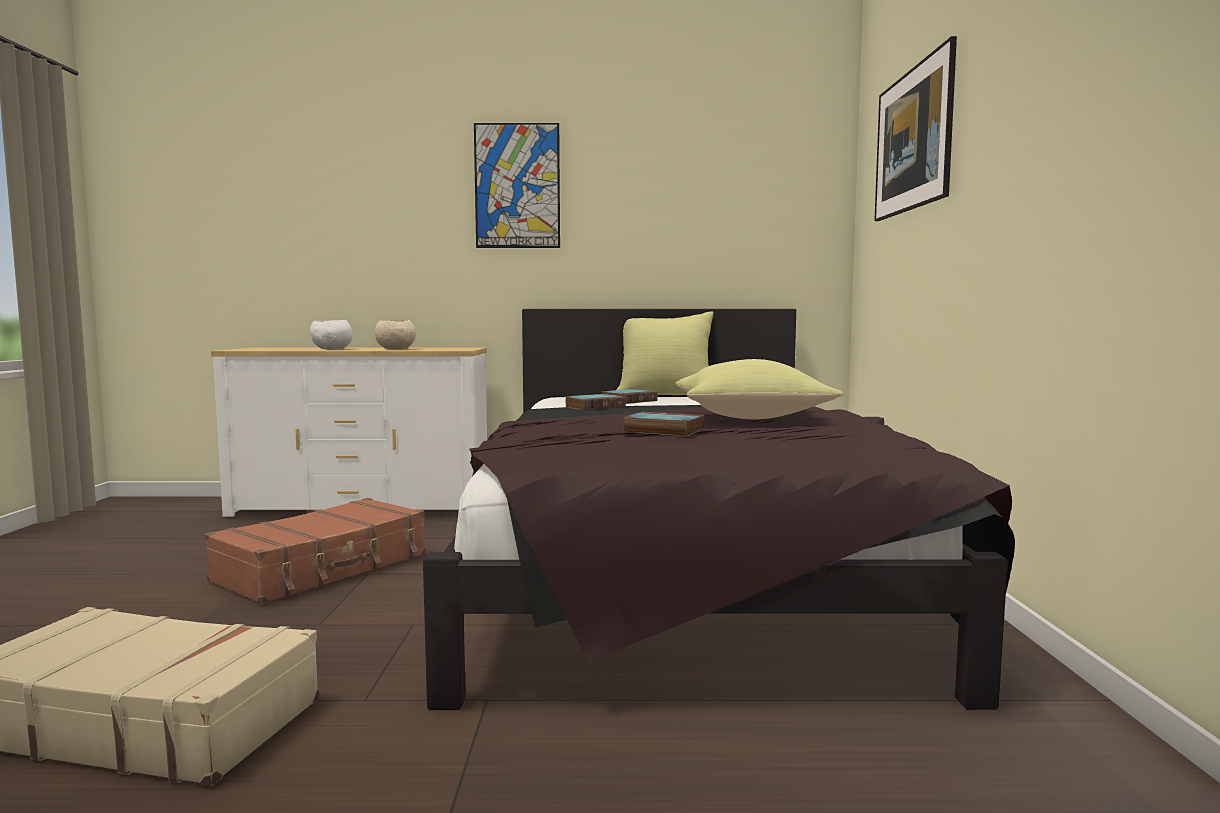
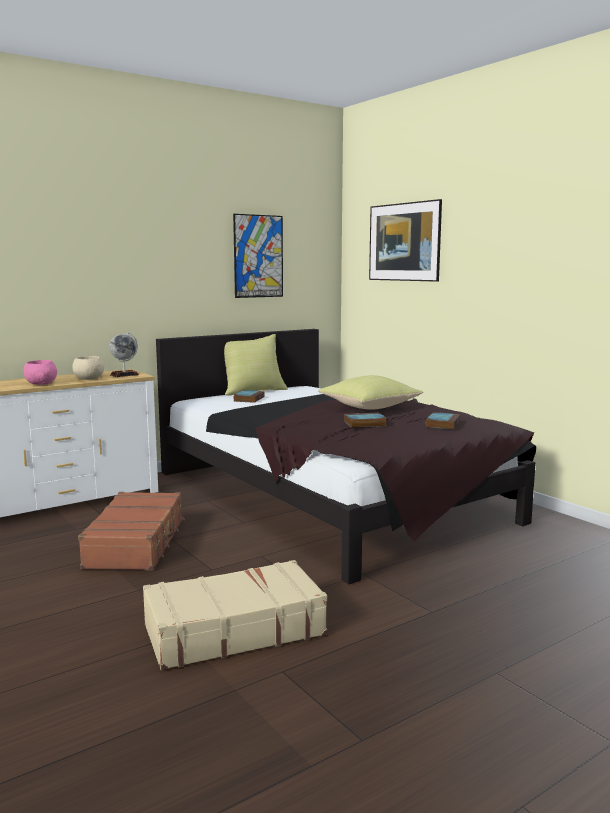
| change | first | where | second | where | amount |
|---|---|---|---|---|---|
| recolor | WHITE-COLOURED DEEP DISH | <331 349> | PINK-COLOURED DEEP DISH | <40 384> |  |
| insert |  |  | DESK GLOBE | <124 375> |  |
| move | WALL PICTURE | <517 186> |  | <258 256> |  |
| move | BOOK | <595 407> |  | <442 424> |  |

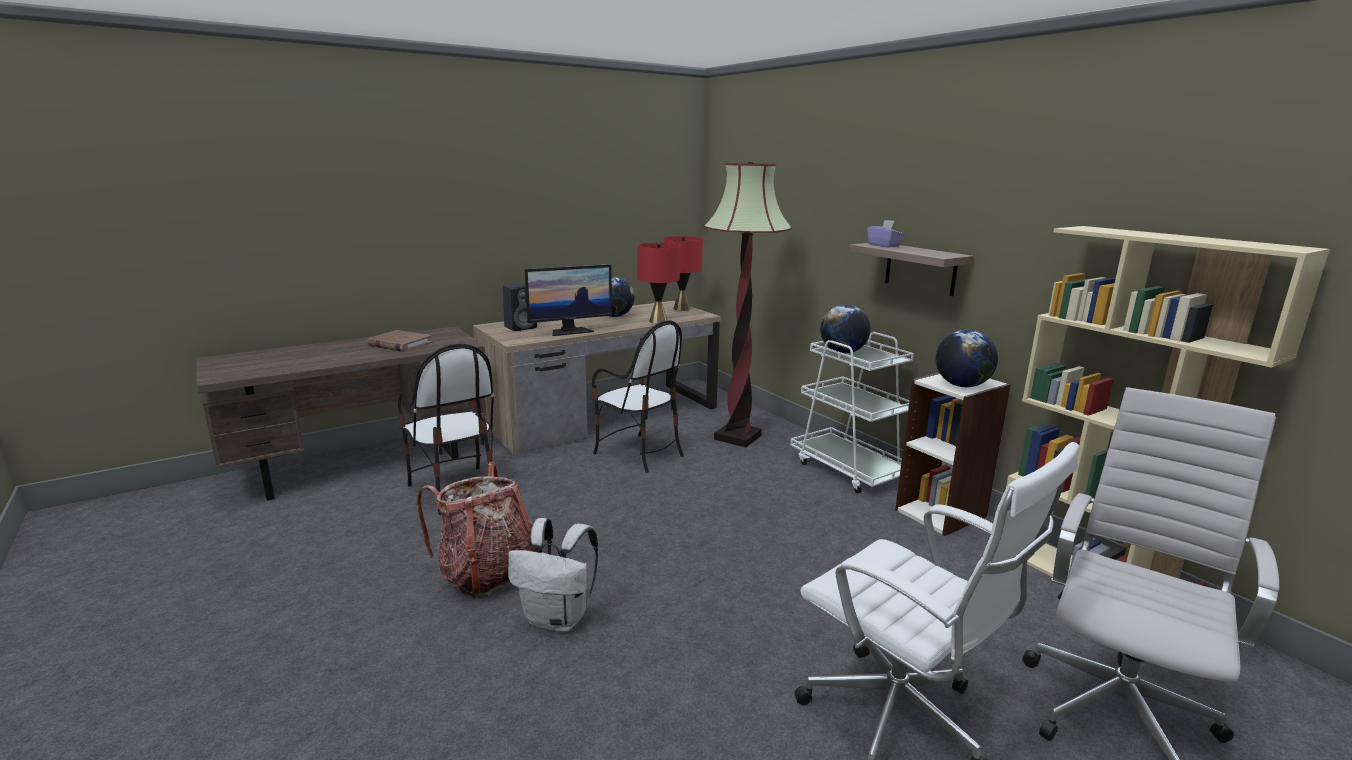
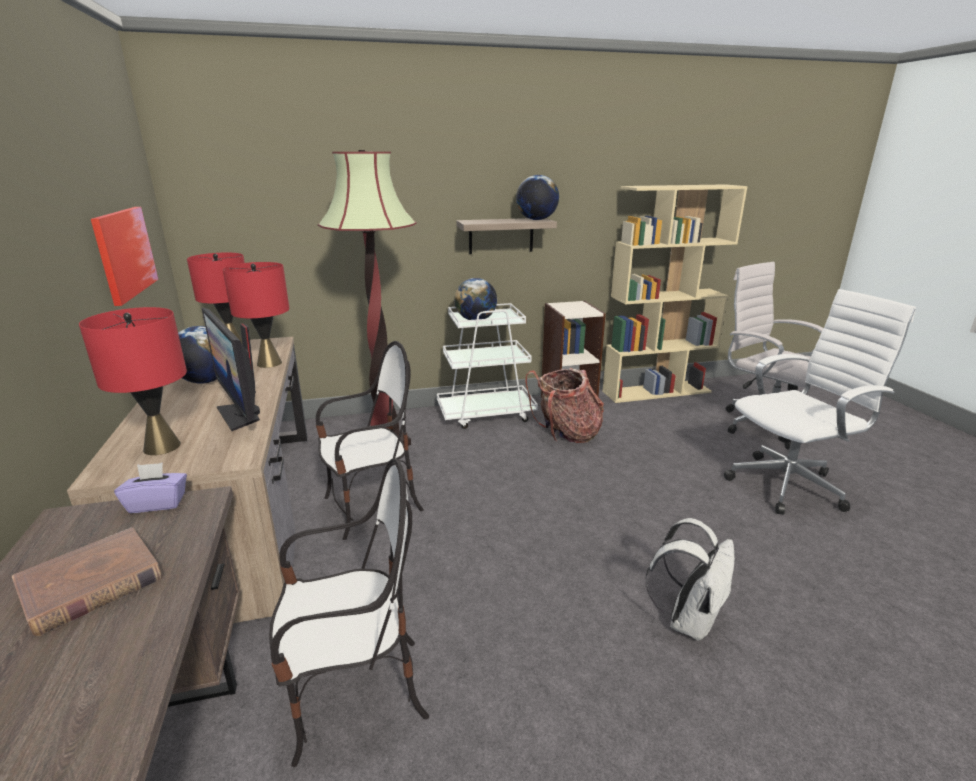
| change | first | where | second | where | amount |
|---|---|---|---|---|---|
| replace | BLACKISH AUDIO SPEAKER | <521 327> | RED-COLOURED TABLETOP LAMP | <161 447> |  |
| insert |  |  | WALL PICTURE | <125 253> |  |
| move | PURPLE-COLOURED TISSUE BOX | <884 245> |  | <158 503> |  |
| rotate | COMPUTER DISPLAY | <570 331> |  | <241 415> | 150 degrees clockwise |
| move | DESK GLOBE | <961 385> |  | <536 220> |  |
| move | RUCKSACK | <487 574> |  | <566 434> |  |

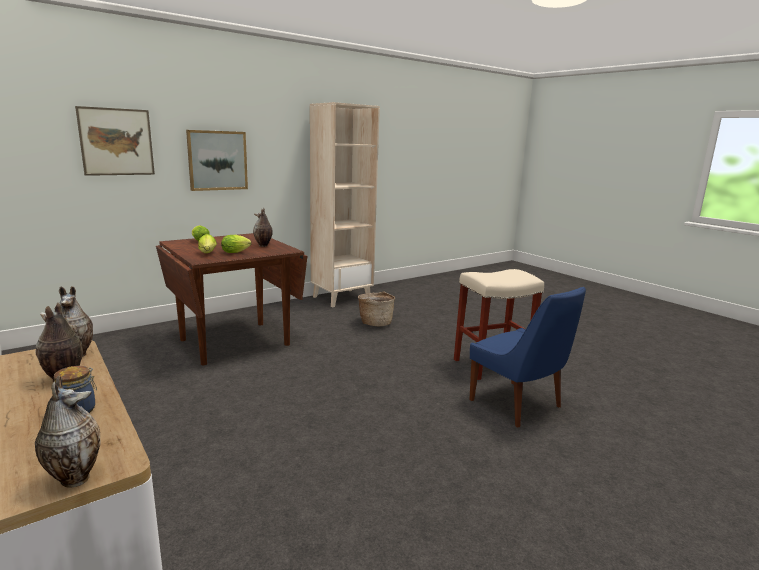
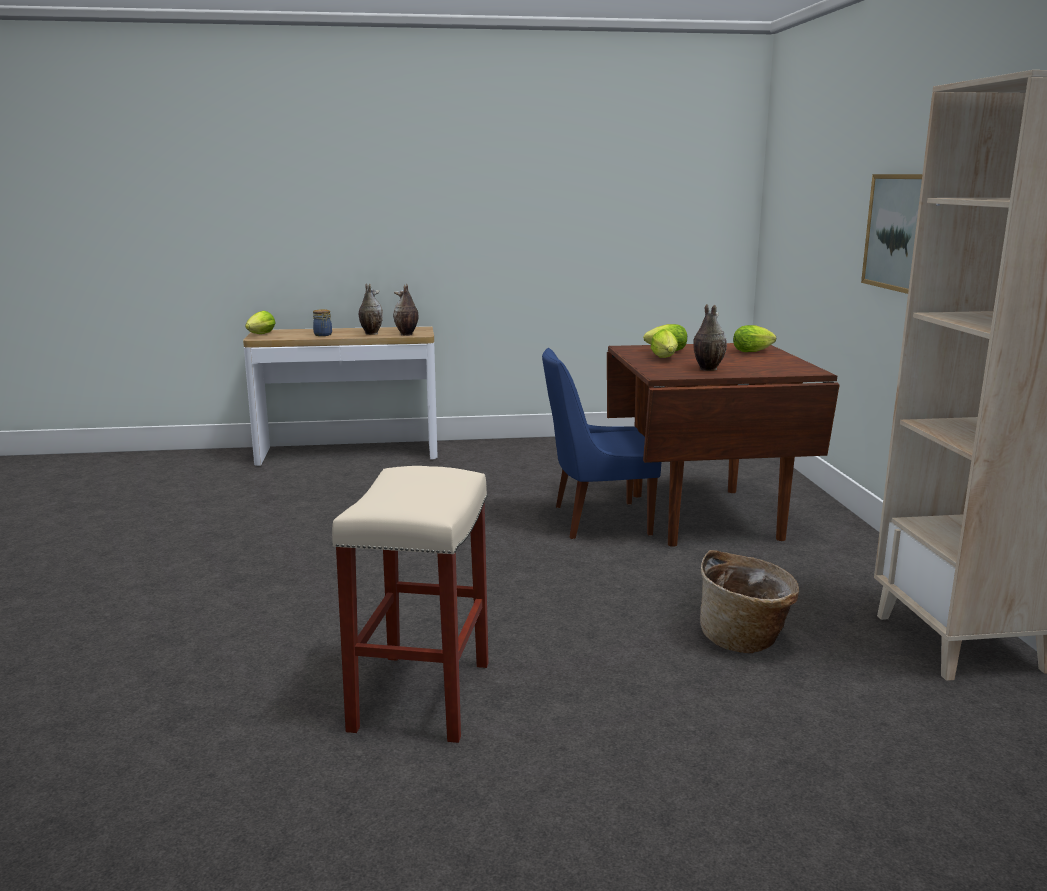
| change | first | where | second | where | amount |
|---|---|---|---|---|---|
| replace | DECORATIVE VASE | <74 477> | LETTUCE HEAD | <260 335> |  |
| move | BLUE UPRIGHT CHAIR | <518 405> |  | <597 520> |  |
| delete | WALL PICTURE | <116 142> |  |  |  |

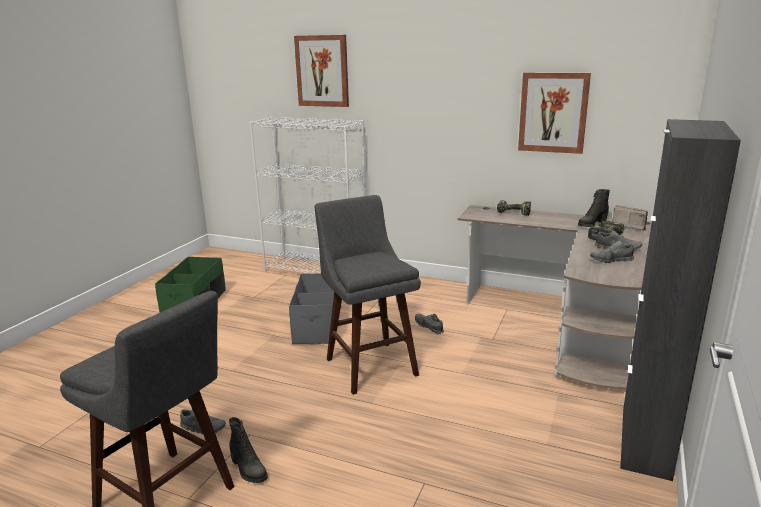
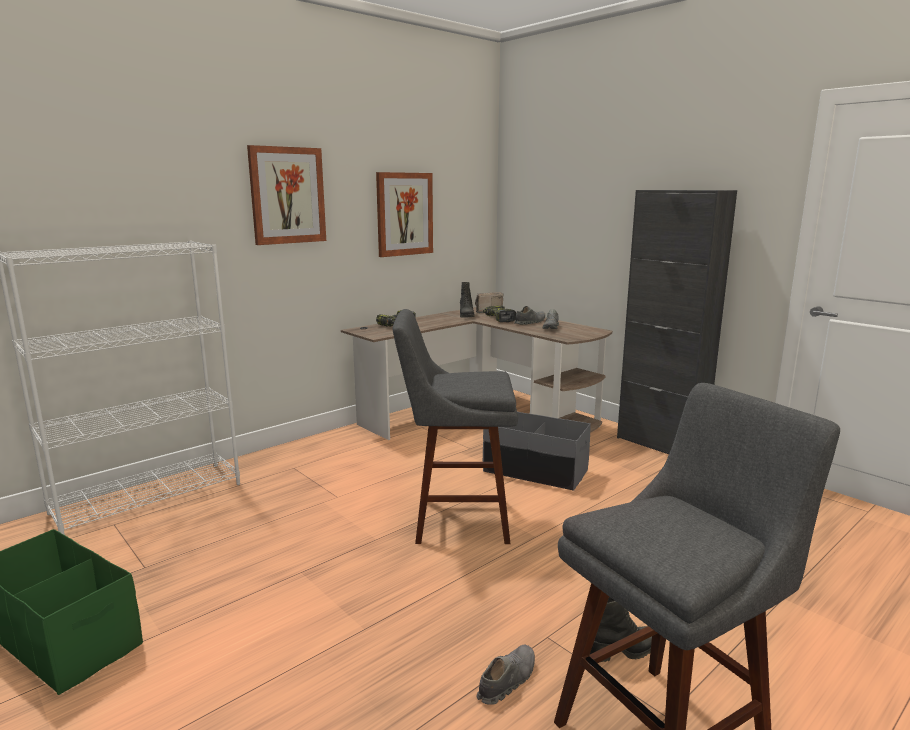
| change | first | where | second | where | amount |
|---|---|---|---|---|---|
| move | WALL PICTURE | <322 71> |  | <287 195> |  |
| move | GRAY STORAGE BIN | <317 325> |  | <535 471> |  |
| delete | GRAY LOW SHOE | <429 327> |  |  |  |

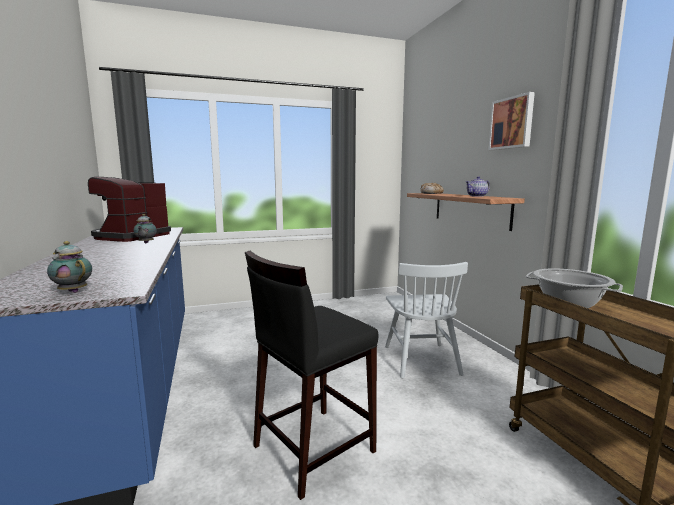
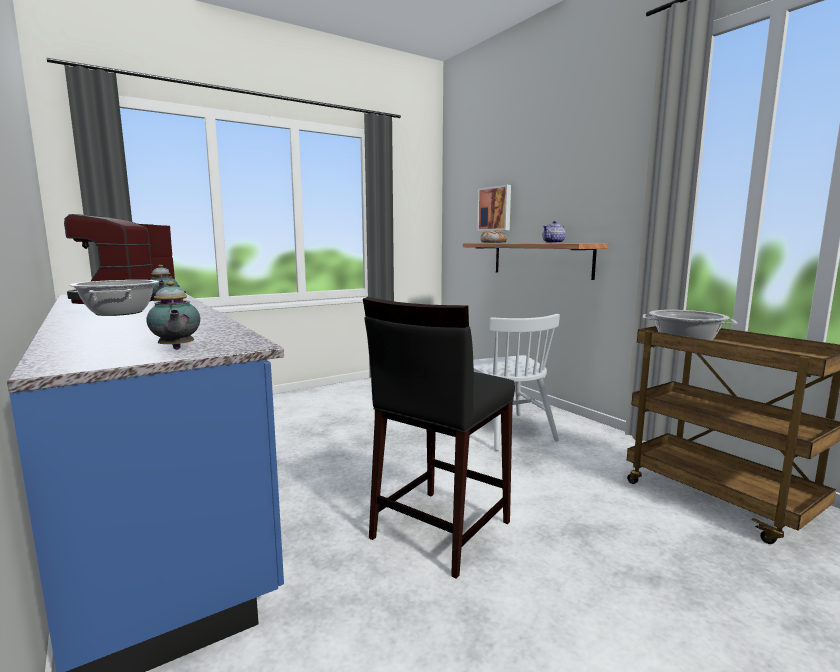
| change | first | where | second | where | amount |
|---|---|---|---|---|---|
| insert |  |  | SAUCEPOT | <119 312> |  |
| rotate | TEA POT | <72 291> |  | <176 349> | 135 degrees counterclockwise |
| move | WALL PICTURE | <512 123> |  | <495 209> |  |

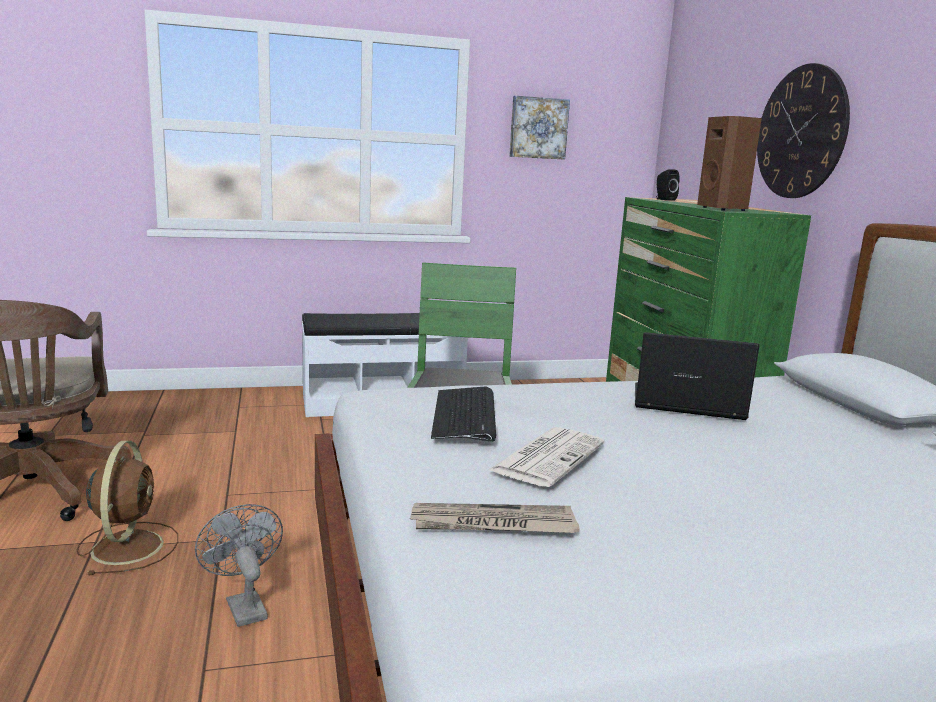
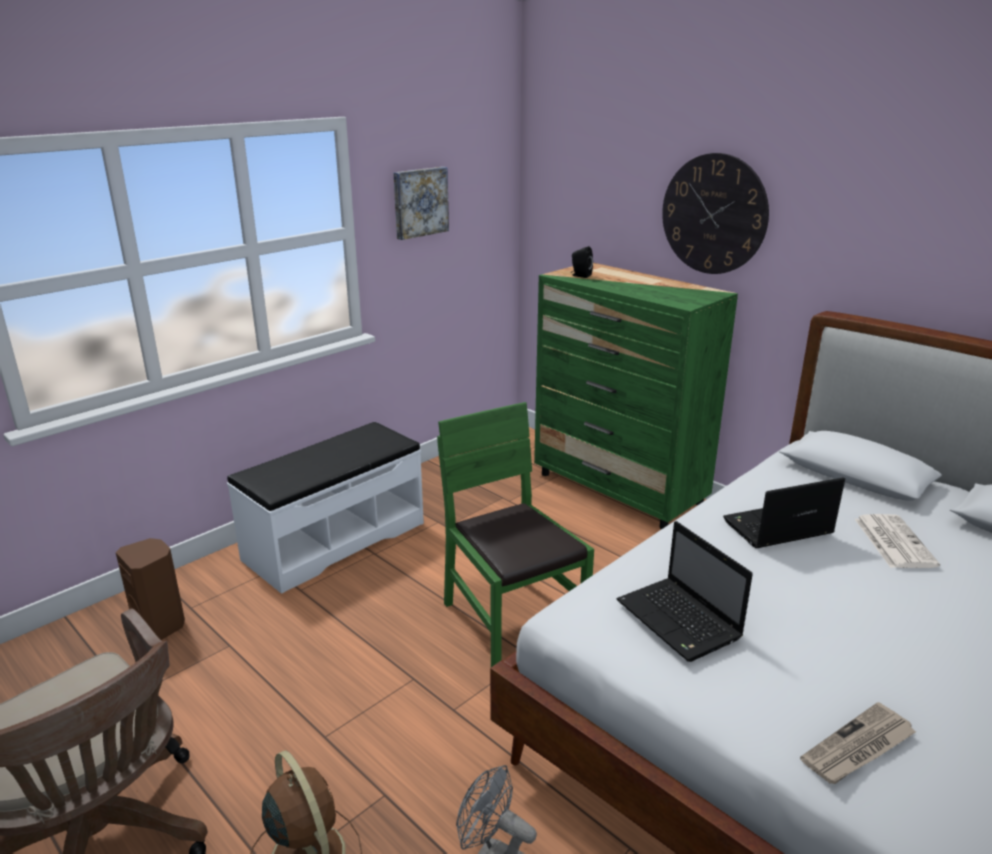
| change | first | where | second | where | amount |
|---|---|---|---|---|---|
| move | BROWN AUDIO SPEAKER | <724 209> |  | <161 626> |  |
| replace | PC KEYBOARD | <465 415> | NOTEBOOK COMPUTER | <680 621> |  |
| move | NEWSPAPER | <548 457> |  | <893 541> |  |

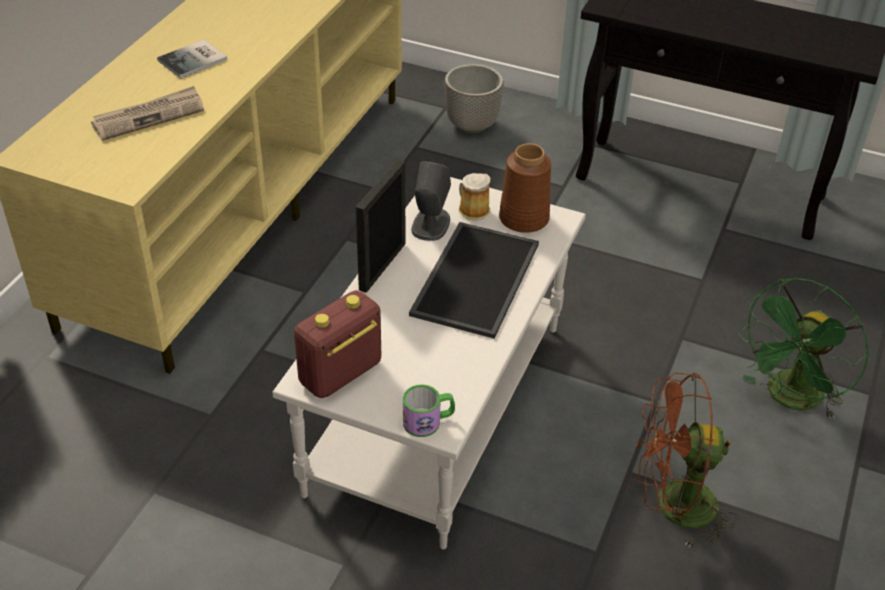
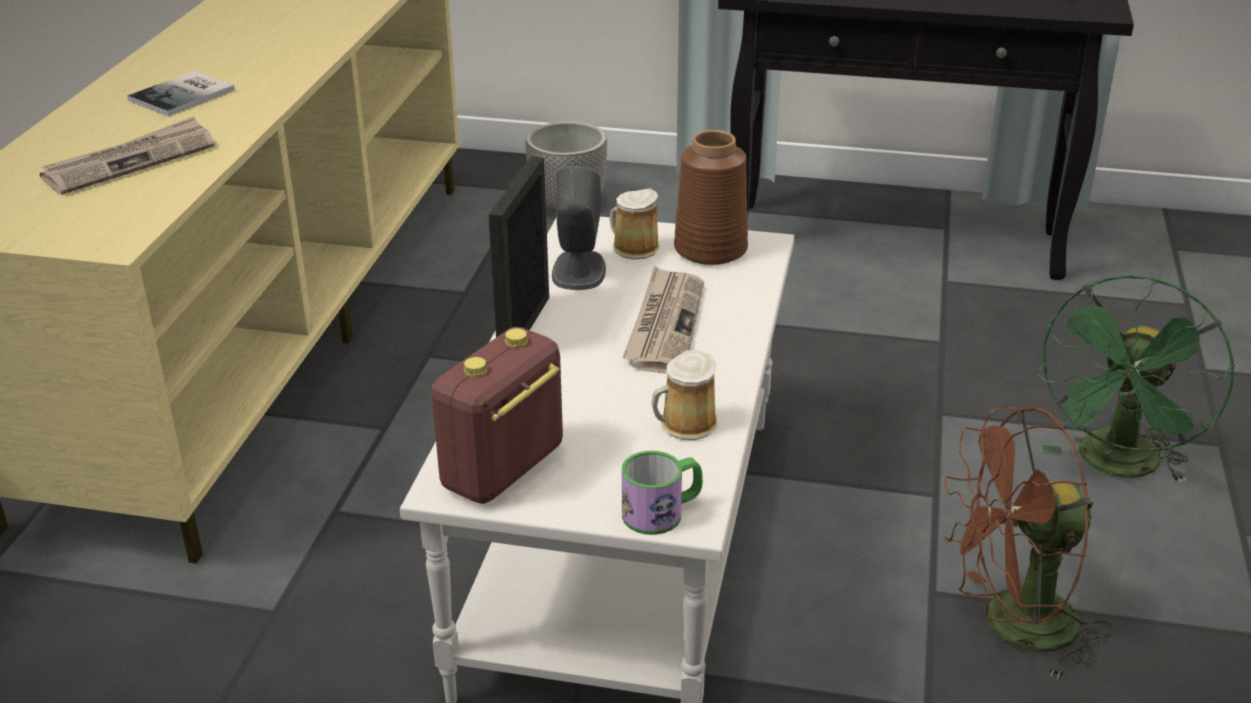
| change | first | where | second | where | amount |
|---|---|---|---|---|---|
| replace | SERVING TRAY | <474 277> | NEWSPAPER | <665 324> |  |
| insert |  |  | MUG | <684 425> |  |

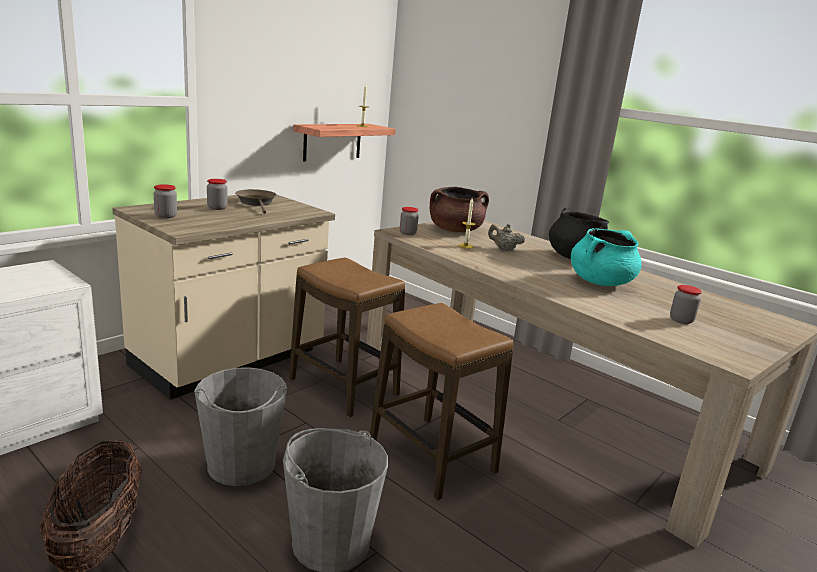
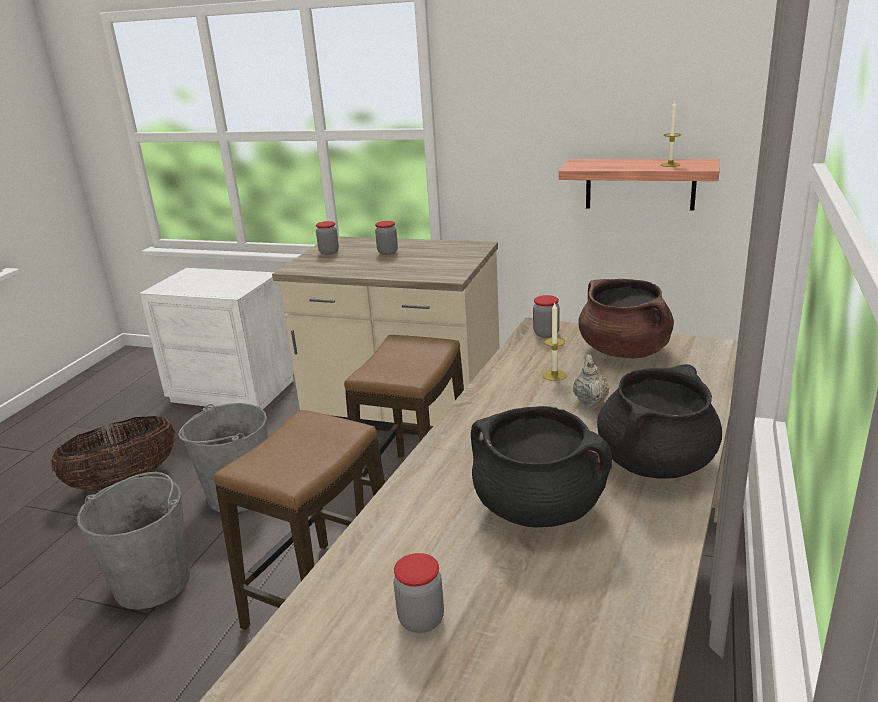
| change | first | where | second | where | amount |
|---|---|---|---|---|---|
| recolor | BLUE-GREEN SAUCEPOT | <601 282> | BLACKISH SAUCEPOT | <539 508> |  |
| delete | BROWN SKILLET | <257 203> |  |  |  |

